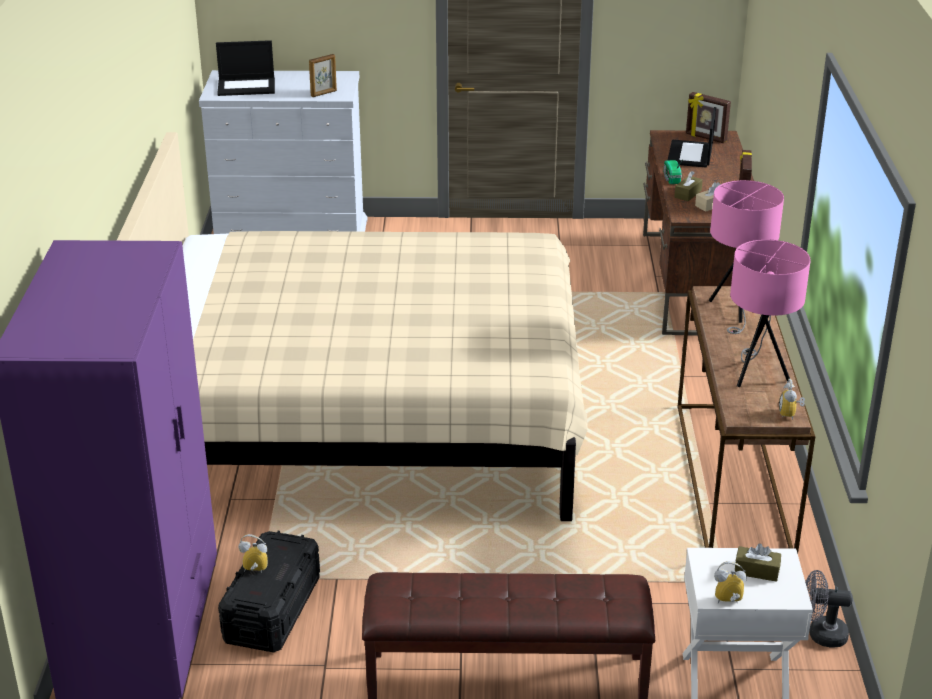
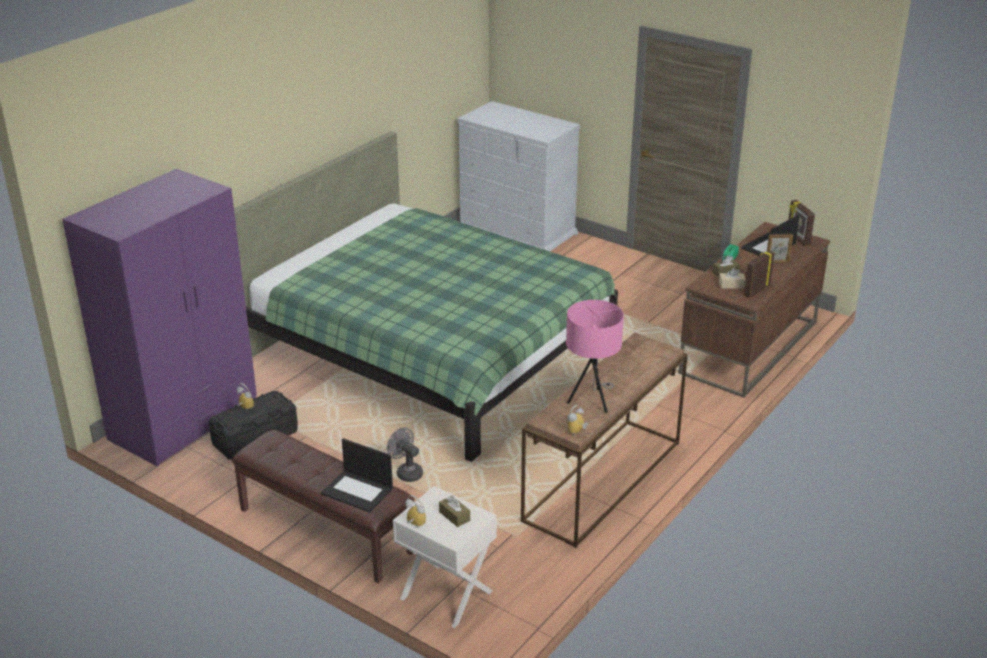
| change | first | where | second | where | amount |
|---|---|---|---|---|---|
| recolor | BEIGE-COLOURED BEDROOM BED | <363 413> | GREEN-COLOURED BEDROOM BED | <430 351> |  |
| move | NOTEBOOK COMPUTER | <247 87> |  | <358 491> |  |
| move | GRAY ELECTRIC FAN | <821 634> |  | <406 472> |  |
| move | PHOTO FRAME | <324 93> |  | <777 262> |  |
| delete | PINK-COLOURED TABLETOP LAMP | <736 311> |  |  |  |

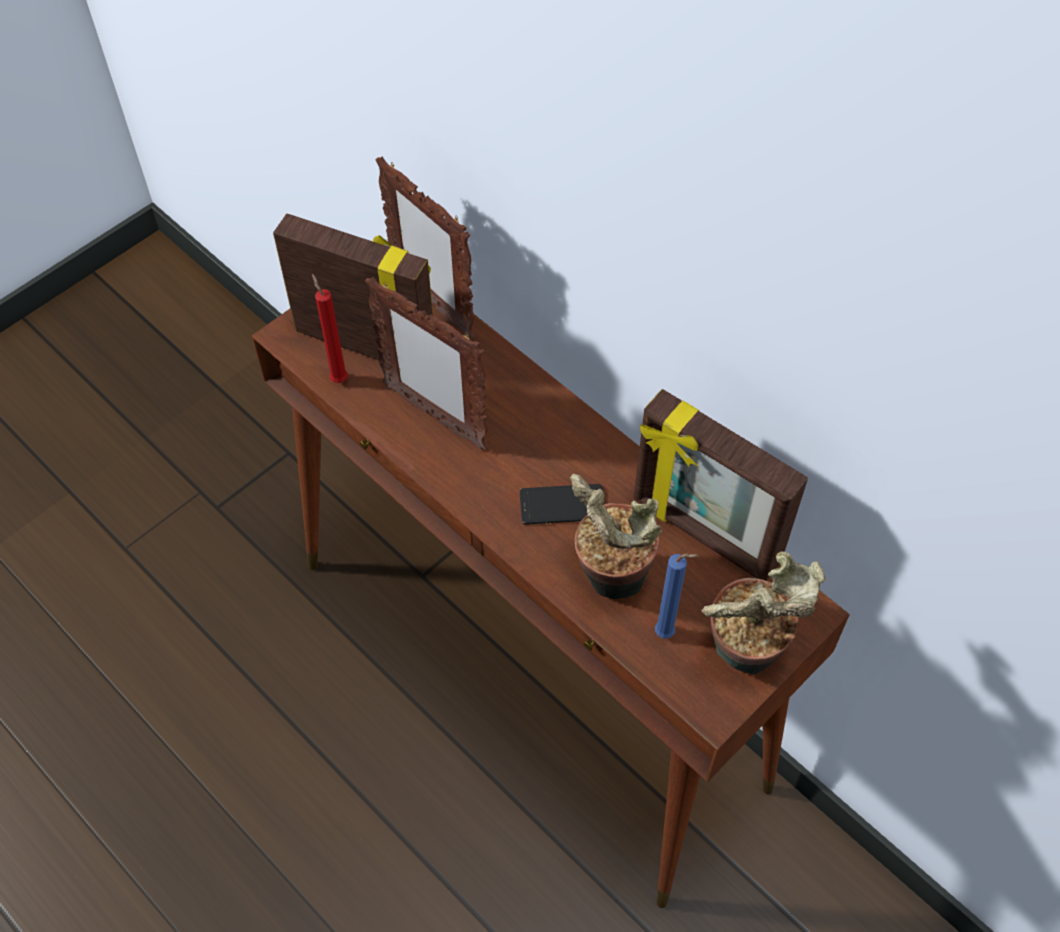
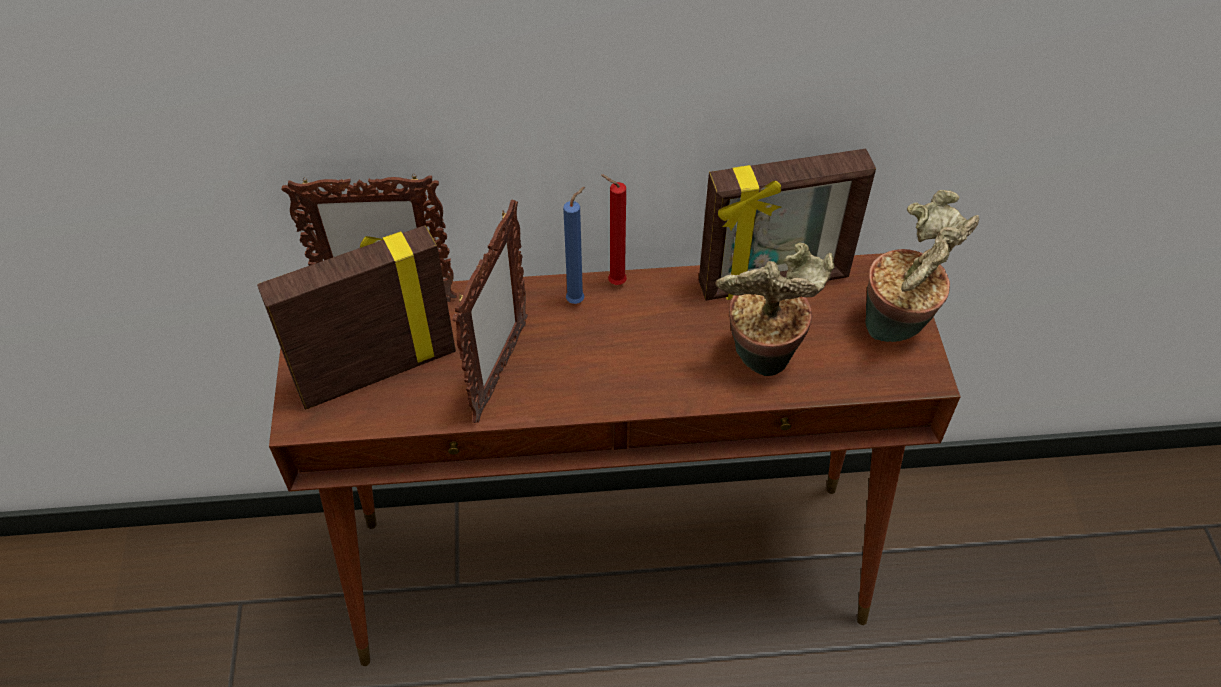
| change | first | where | second | where | amount |
|---|---|---|---|---|---|
| rotate | PHOTO FRAME | <434 416> |  | <500 372> | 60 degrees counterclockwise |
| move | BLUE WAX CANDLE | <667 634> |  | <578 300> |  |
| move | RED-COLOURED WAX CANDLE | <338 378> |  | <614 282> |  |
| delete | TELEPHONE | <562 505> |  |  |  |

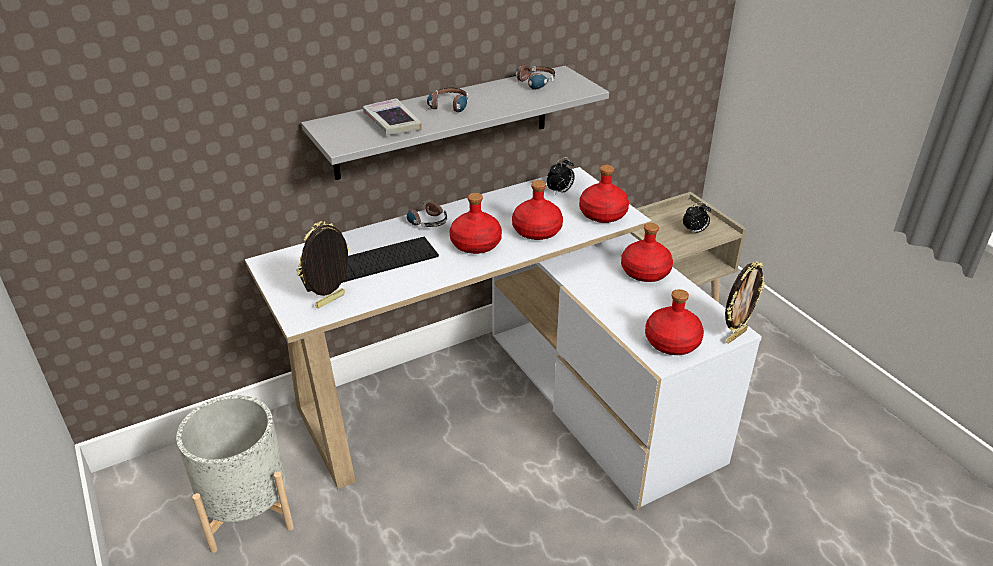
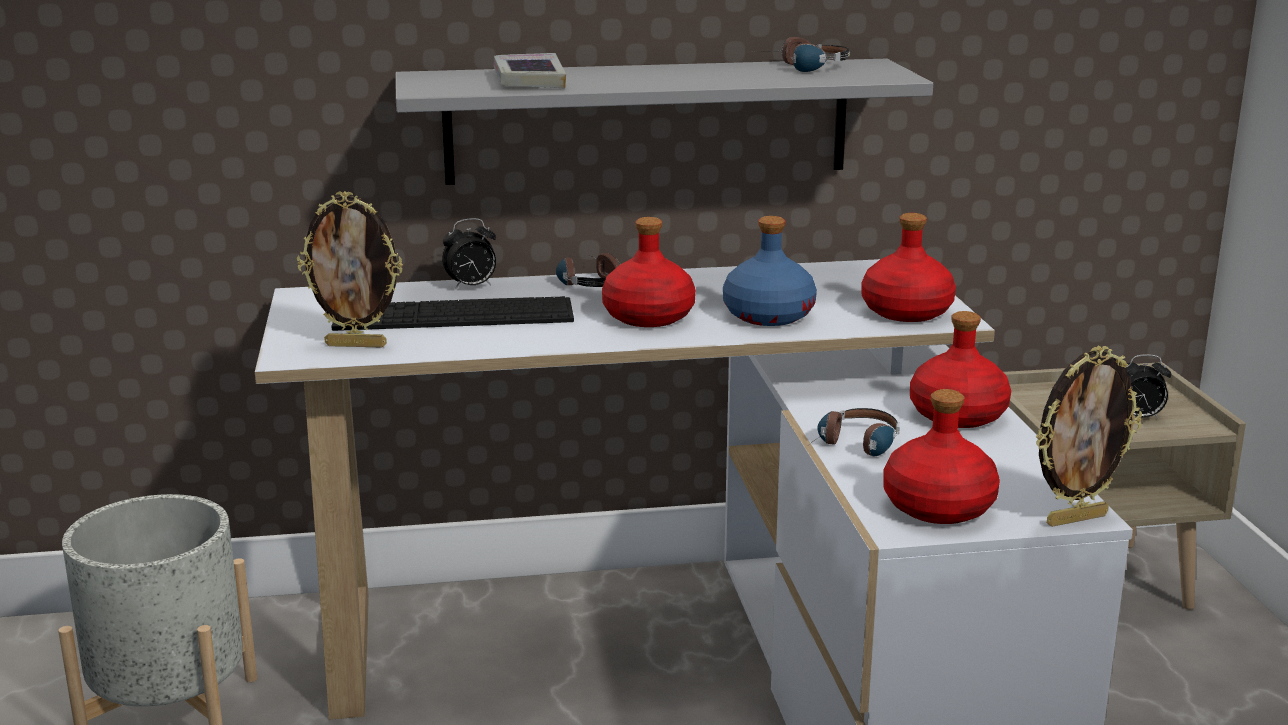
| change | first | where | second | where | amount |
|---|---|---|---|---|---|
| rotate | PHOTO FRAME | <331 301> |  | <357 345> | 150 degrees counterclockwise |
| move | TABLE CLOCK | <560 192> |  | <471 287> |  |
| recolor | RED-COLOURED BEVERAGE BOTTLE | <536 231> | BLUE BEVERAGE BOTTLE | <767 315> |  |
| move | PAIR OF HEADPHONES | <447 109> |  | <855 447> |  |

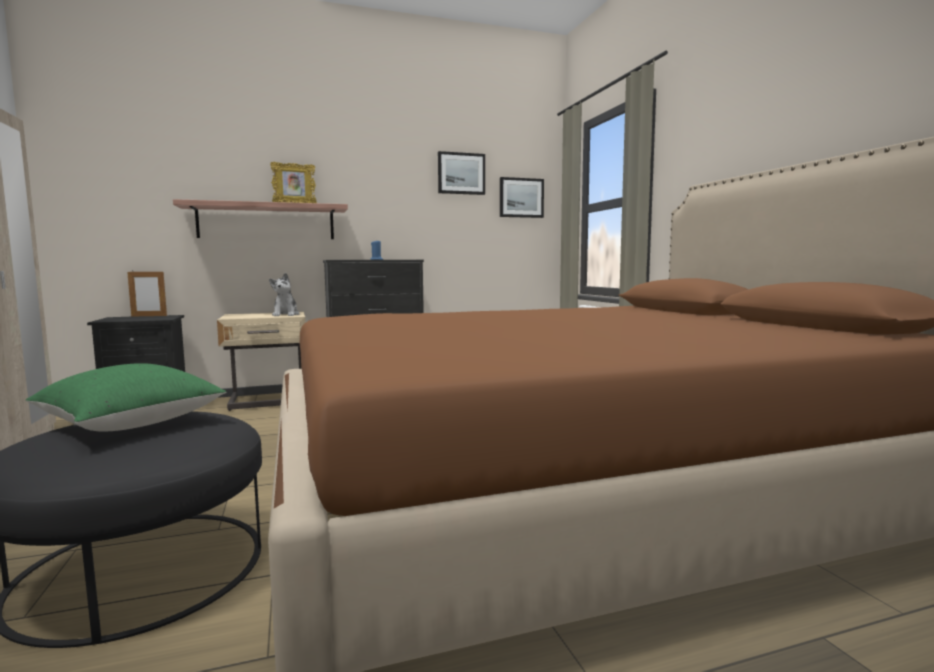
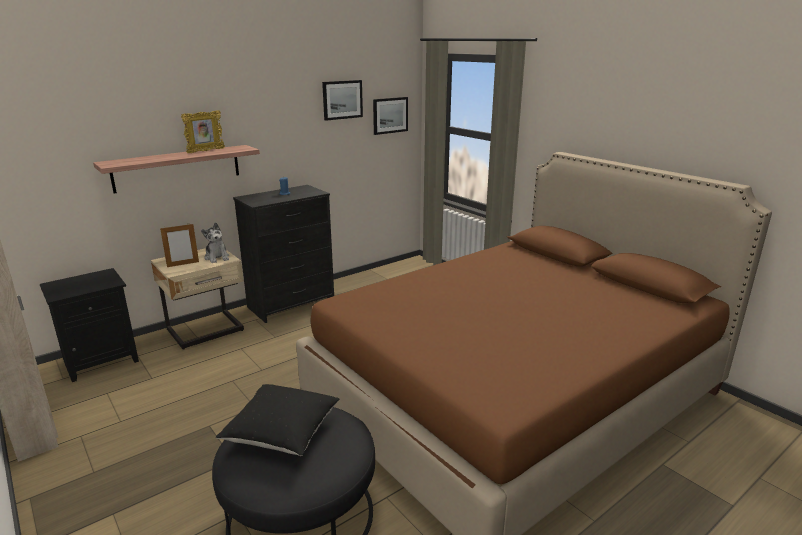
| change | first | where | second | where | amount |
|---|---|---|---|---|---|
| move | PHOTO FRAME | <149 316> |  | <183 264> |  |
| recolor | GREEN-COLOURED THROW PILLOW | <131 424> | BLACKISH THROW PILLOW | <282 433> |  |

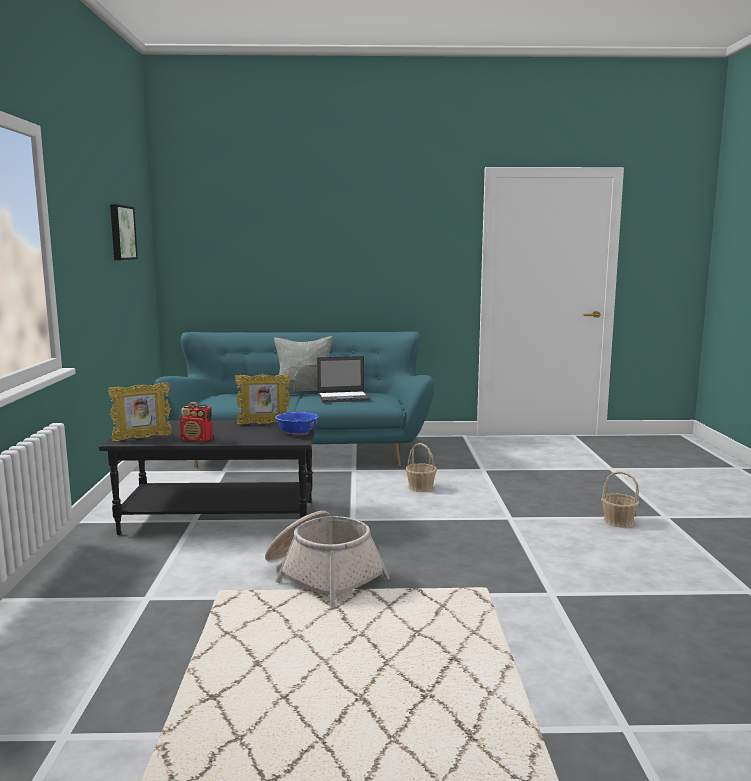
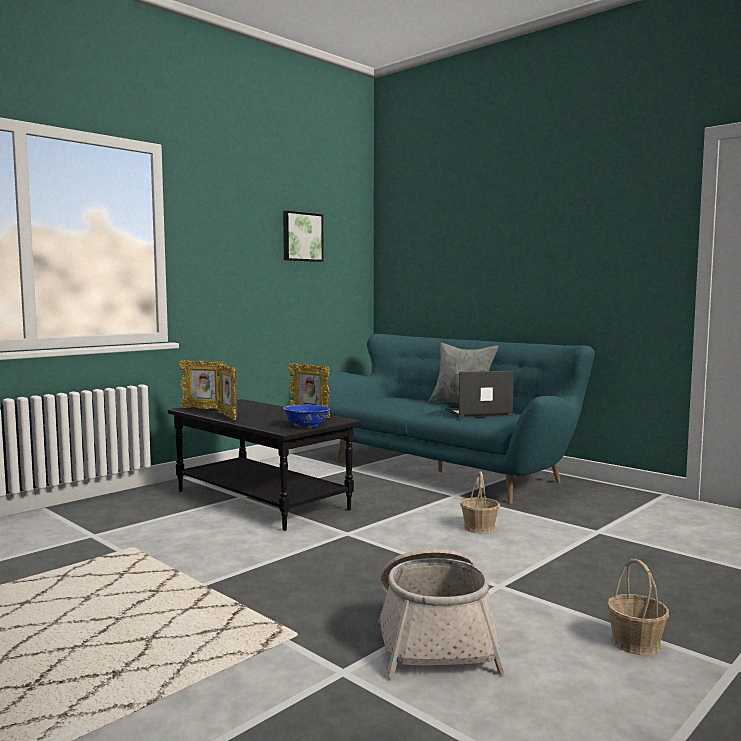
| change | first | where | second | where | amount |
|---|---|---|---|---|---|
| replace | RADIO SET | <197 440> | PHOTO FRAME | <227 416> |  |
| move | BASKET | <322 576> |  | <435 637> |  |
| rotate | NOTEBOOK COMPUTER | <344 397> |  | <477 413> | 135 degrees clockwise |

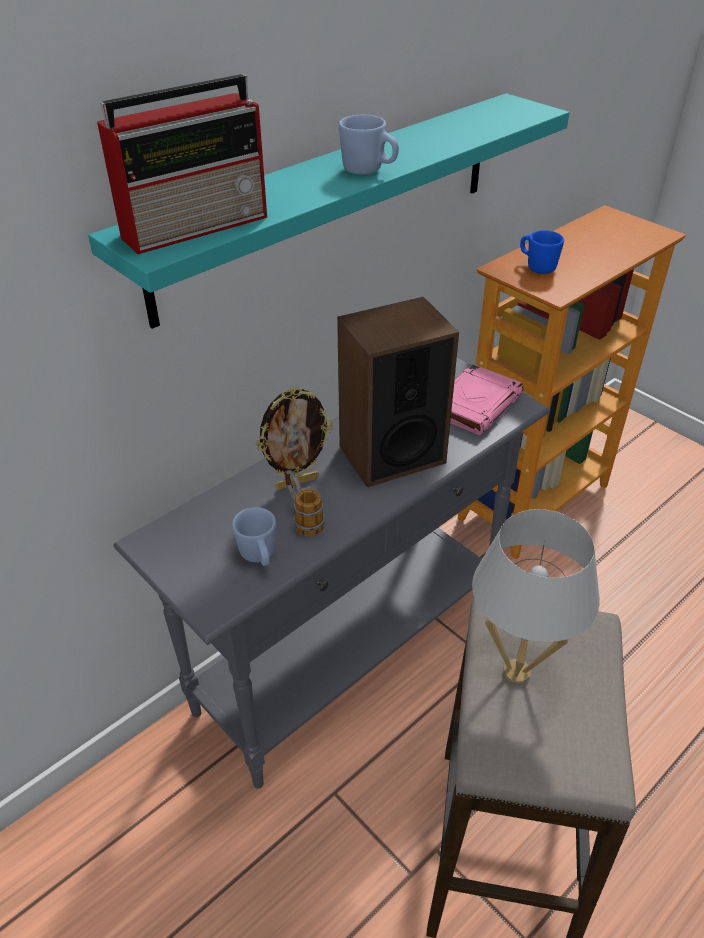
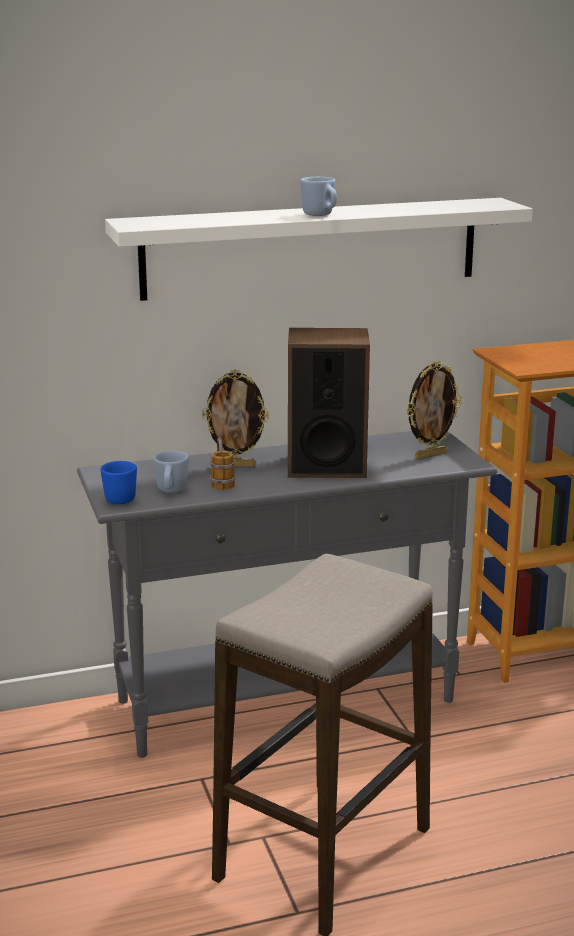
| change | first | where | second | where | amount |
|---|---|---|---|---|---|
| move | BLUE MUG | <536 267> |  | <119 498> |  |
| recolor | BLUE-GREEN WALL SHELF | <333 202> | WHITE-COLOURED WALL SHELF | <312 248> |  |
| replace | PINK-COLOURED BOOK | <476 404> | PHOTO FRAME | <430 455> |  |
| delete | RADIO SET | <198 225> |  |  |  |
| delete | WHITE-COLOURED TABLETOP LAMP | <516 672> |  |  |  |

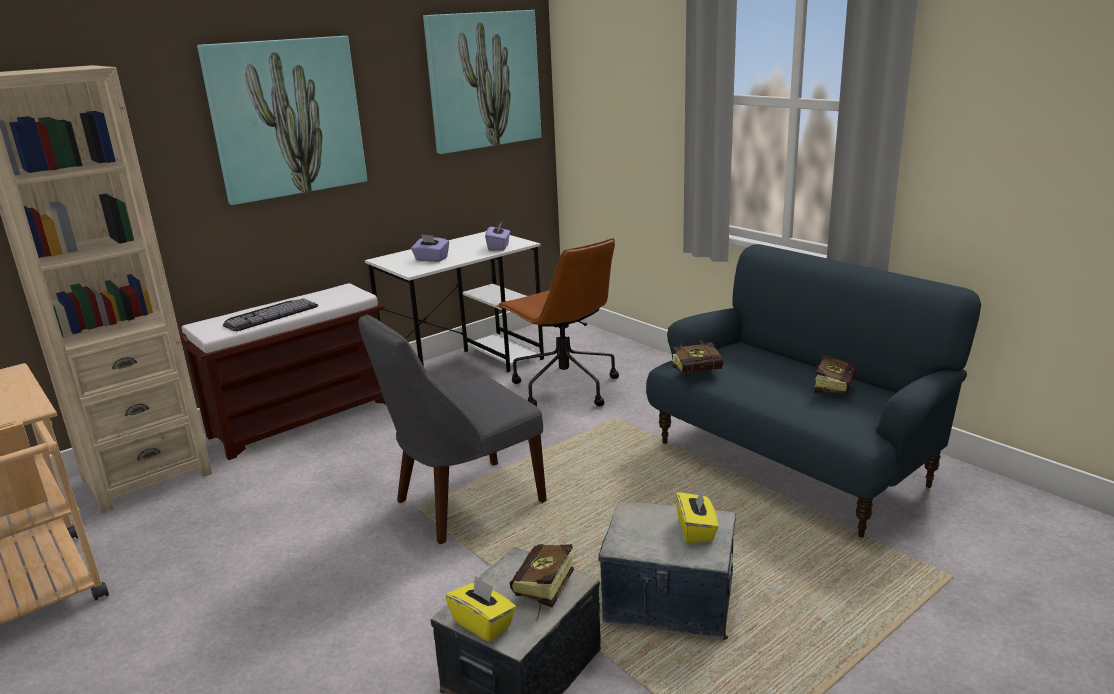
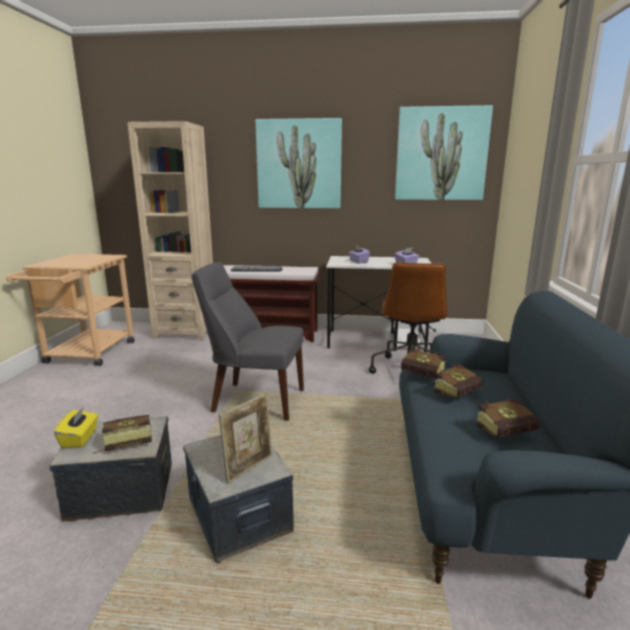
| change | first | where | second | where | amount |
|---|---|---|---|---|---|
| replace | YELLOWISH TISSUE BOX | <696 530> | PHOTO FRAME | <249 467> |  |
| insert |  |  | BOOK | <459 394> |  |

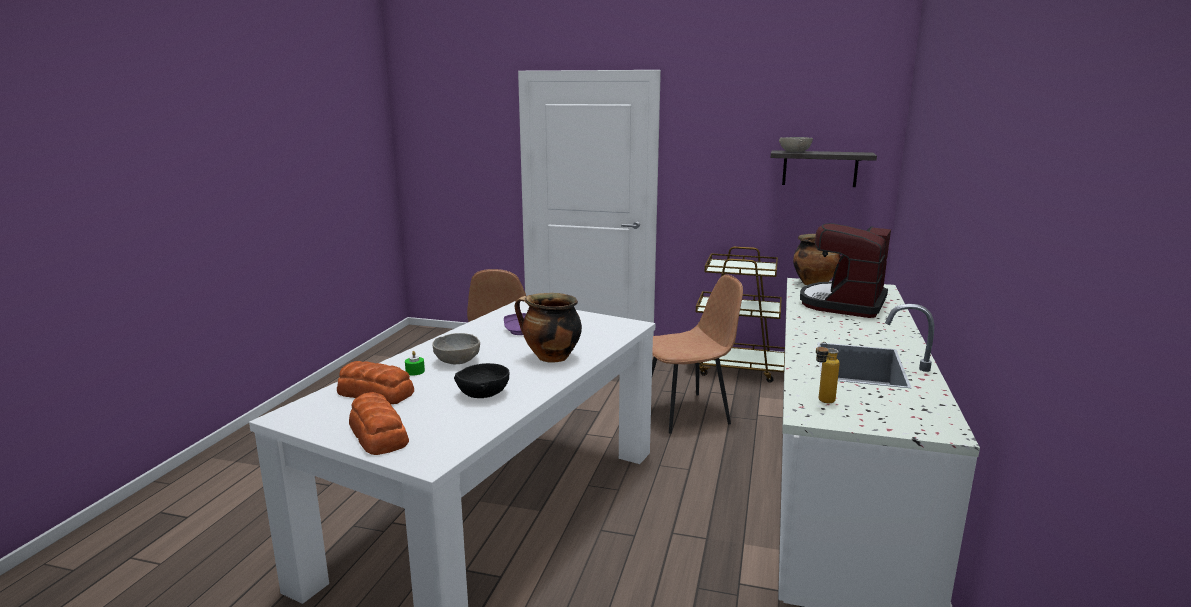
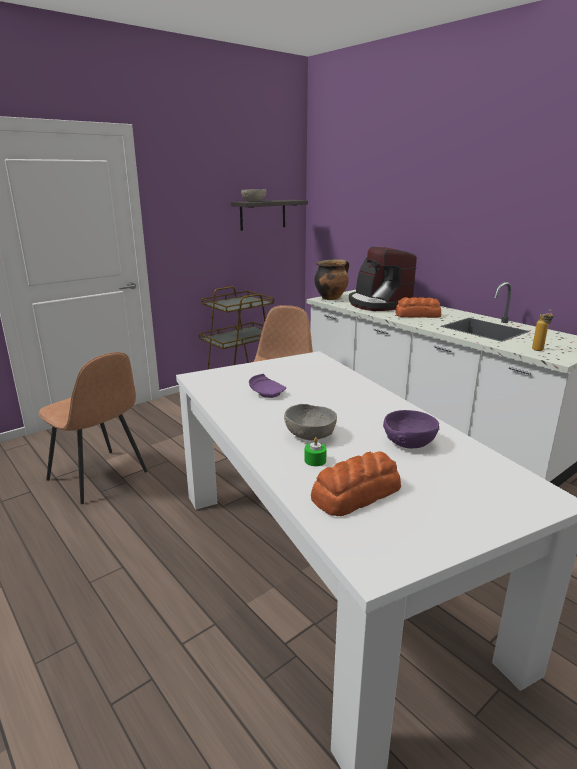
| change | first | where | second | where | amount |
|---|---|---|---|---|---|
| recolor | BLACKISH DEEP DISH | <483 393> | PURPLE-COLOURED DEEP DISH | <408 442> |  |
| move | BAKED BREAD | <378 435> |  | <418 315> |  |
| delete | SAUCEPOT | <550 358> |  |  |  |

